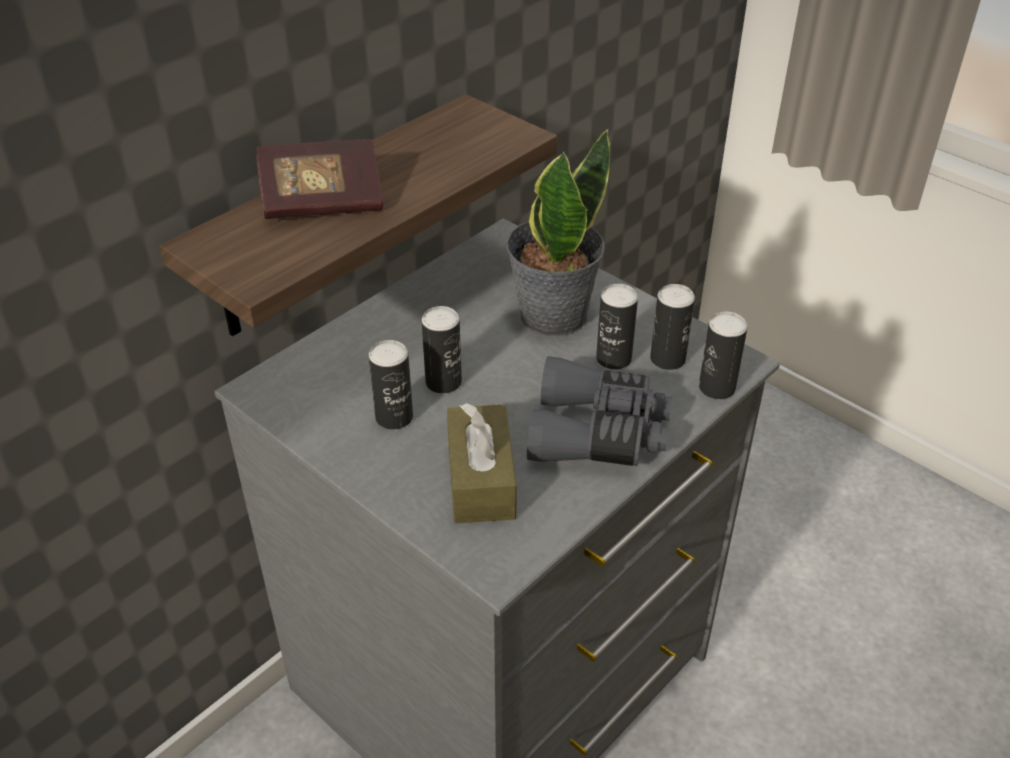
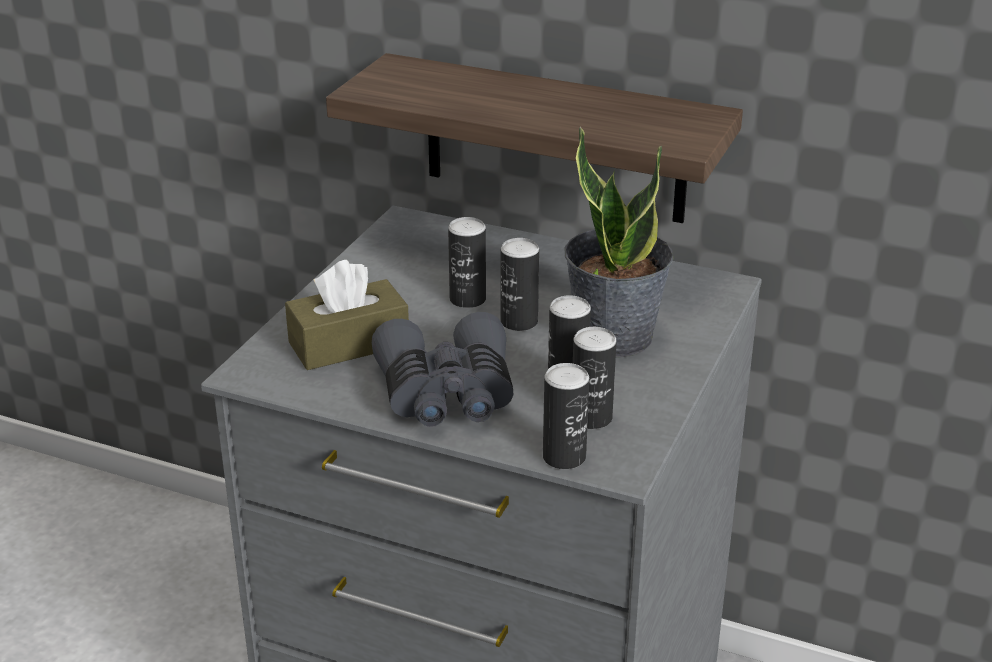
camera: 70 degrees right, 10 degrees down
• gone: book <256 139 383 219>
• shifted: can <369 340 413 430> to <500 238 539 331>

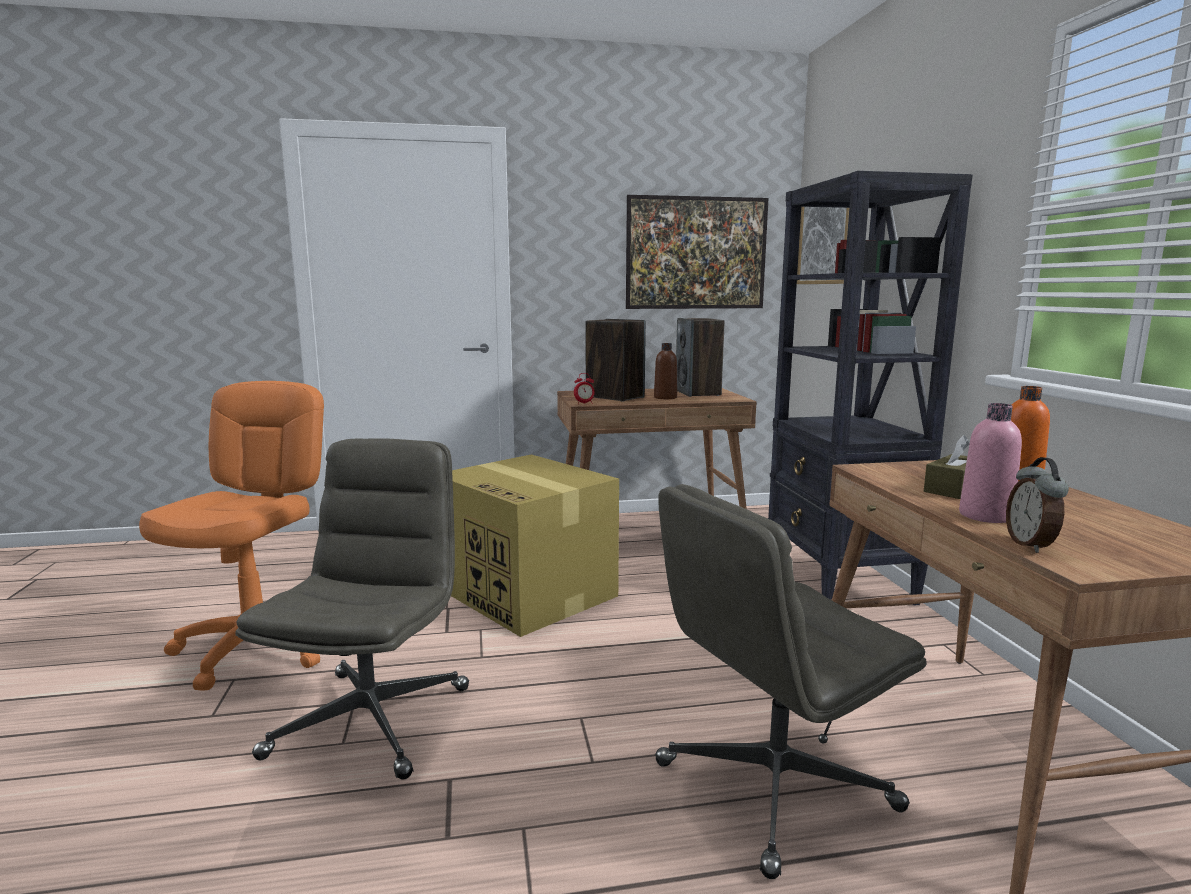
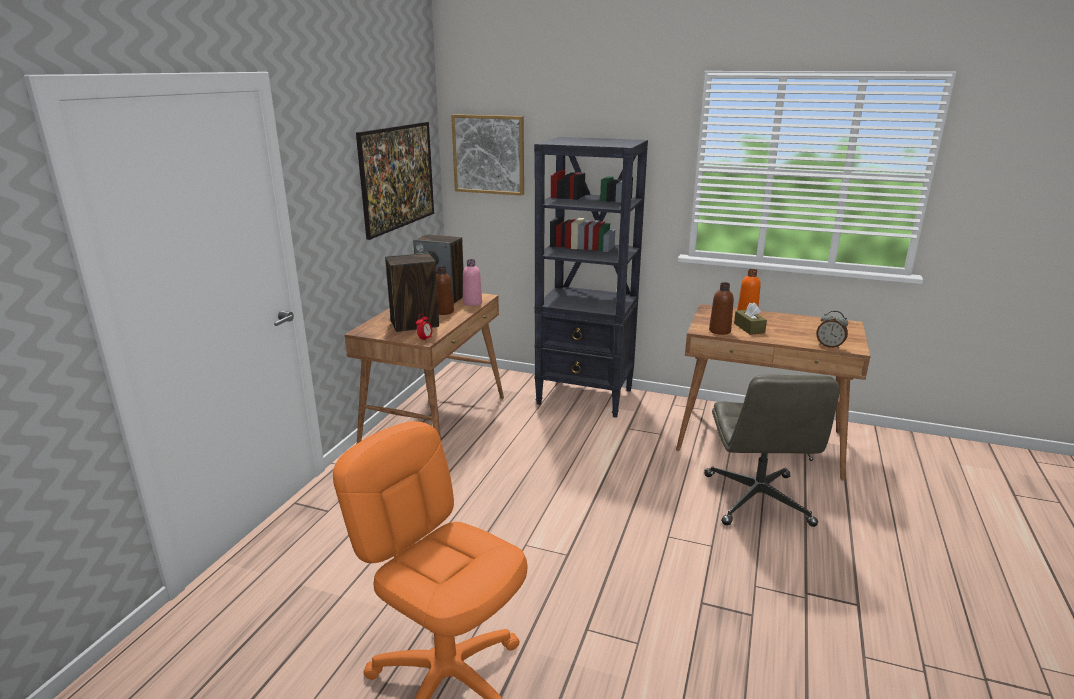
camera: 60 degrees left, 10 degrees up
• gone: grey office chair <235 438 469 780>
• gone: cardboard box <451 454 619 637>
• new: brown bottle <709 282 734 335>
• shifted: pink bottle <959 403 1022 523> to <463 259 482 306>

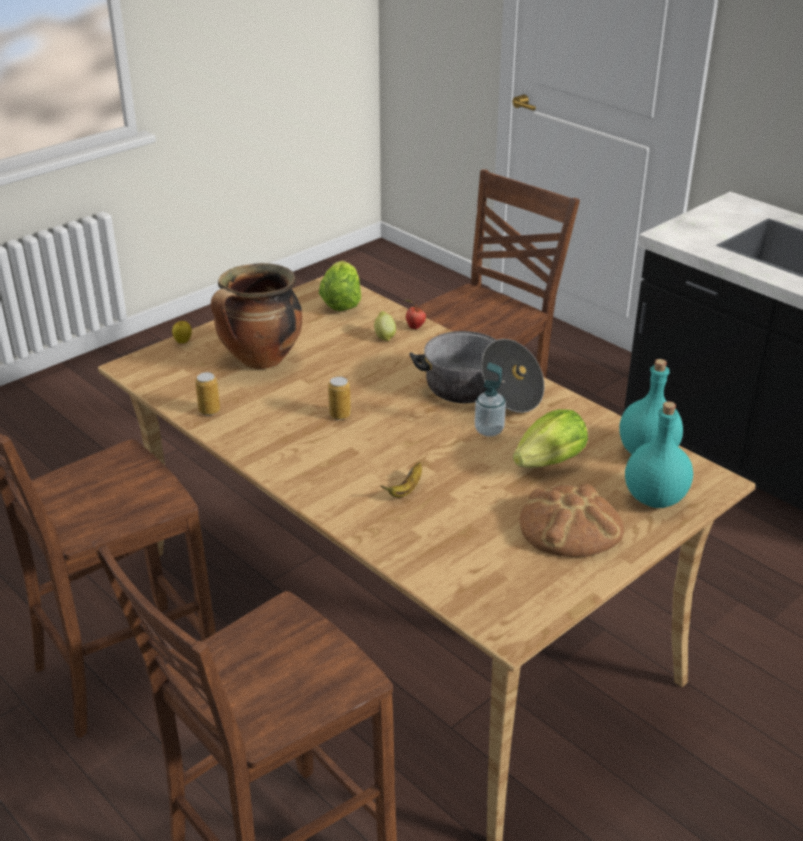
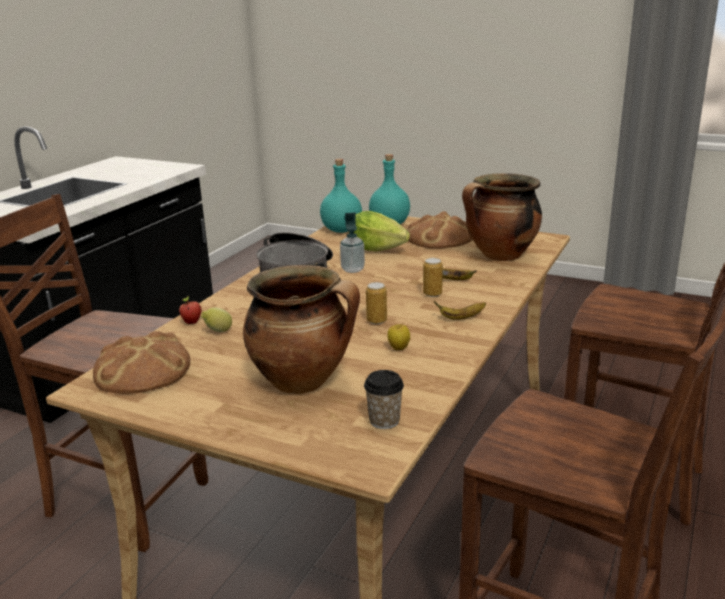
camera: 110 degrees left, 10 degrees down
• new: cup <364 370 404 429>
• new: banana <434 301 486 320>
• new: cooking pot <462 173 542 261>
• shifted: apple <172 321 192 343> to <387 323 410 350>
• shifted: can <195 372 220 415> to <423 258 443 297>
• swapped: lettuce <319 261 361 311> to bread <93 331 190 394>

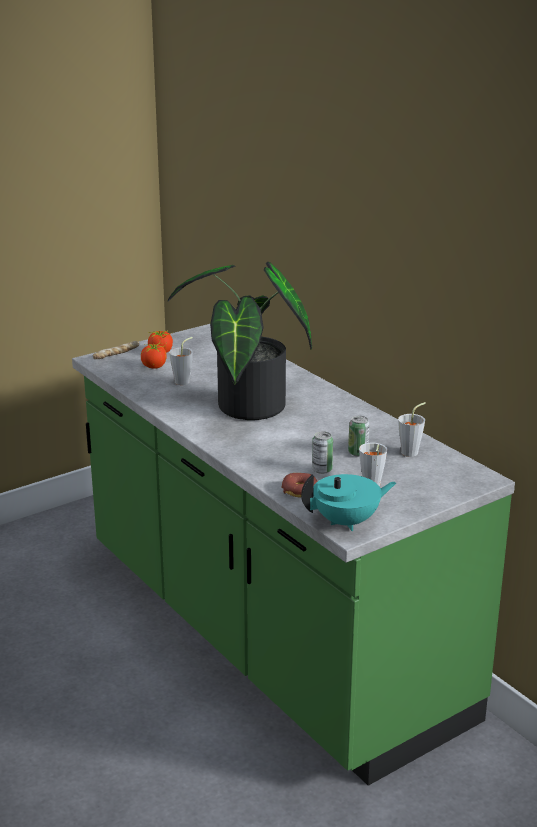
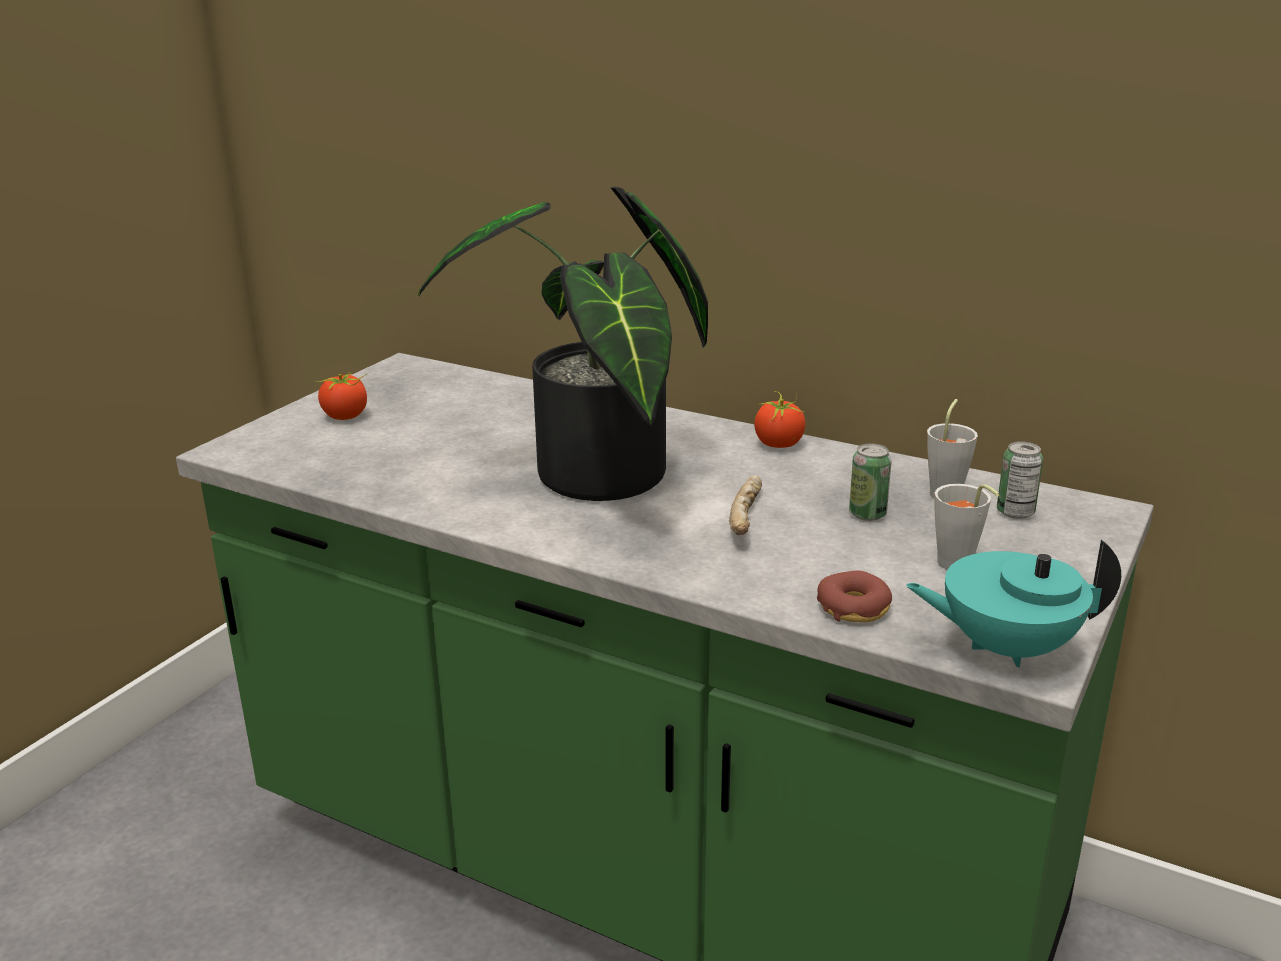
camera: 25 degrees left, 0 degrees up
• gone: grey cup <169 337 193 385>
• shifted: bread <93 341 139 359> to <729 475 762 535>
• shifted: tomato <141 342 167 369> to <754 391 806 448>
• shifted: can <312 431 333 474> to <997 441 1043 519>
• rotated: turquoise teapot <301 474 396 531> = <906 540 1121 667> 135 degrees counterclockwise

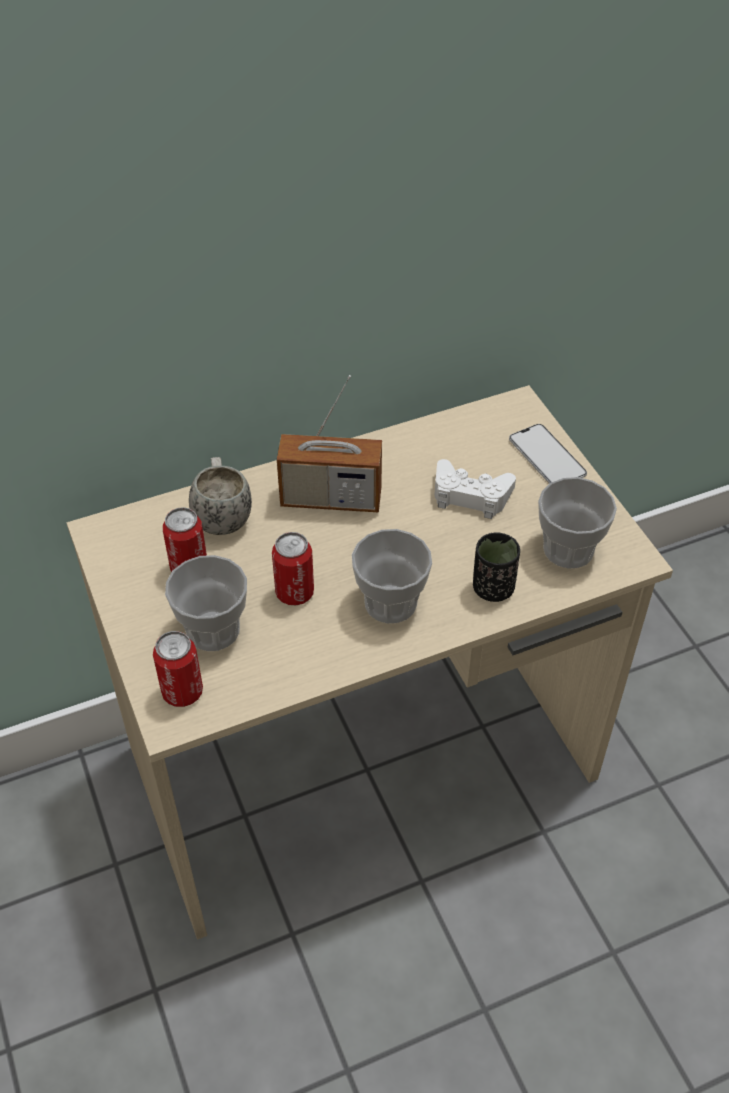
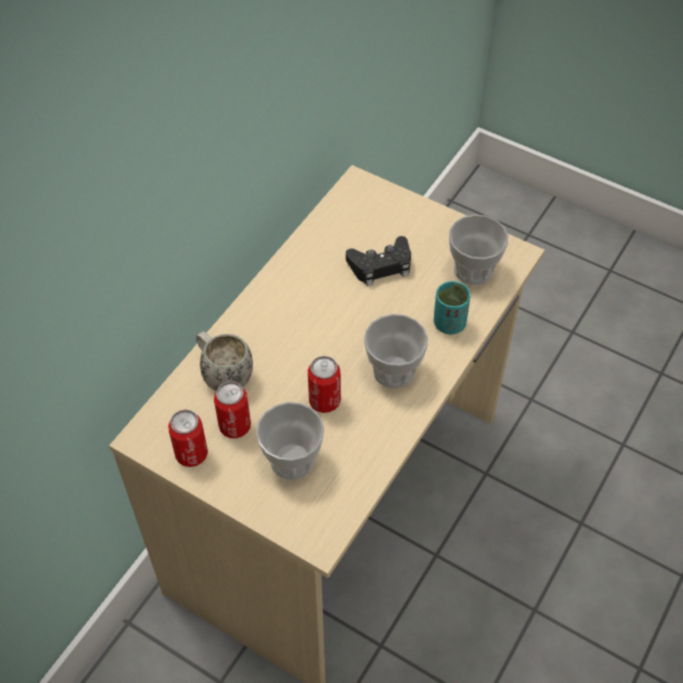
camera: 35 degrees left, 5 degrees up
• gone: radio <277 375 382 512>
• gone: phone <509 424 587 484>
• shifted: can <153 631 203 707> to <168 409 208 467>
• repainted: white game controller <434 459 516 519> to black game controller <346 236 411 286>
• repainted: black cup <473 532 520 602> to turquoise cup <434 281 471 334>

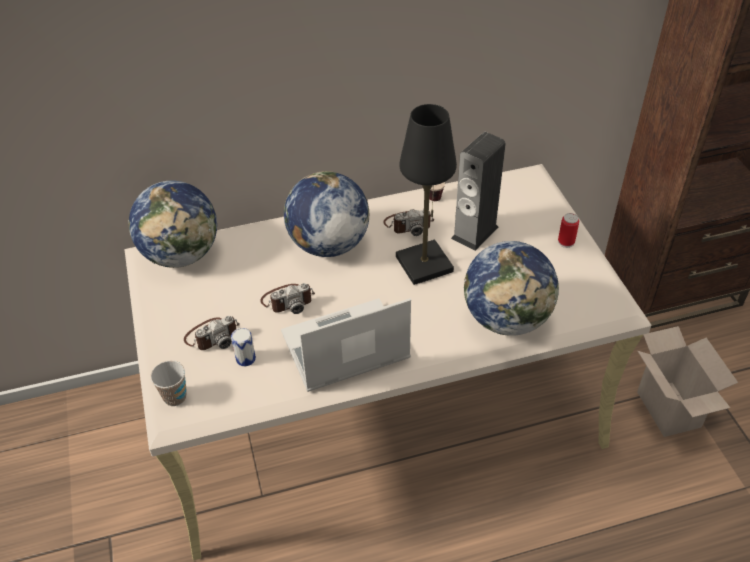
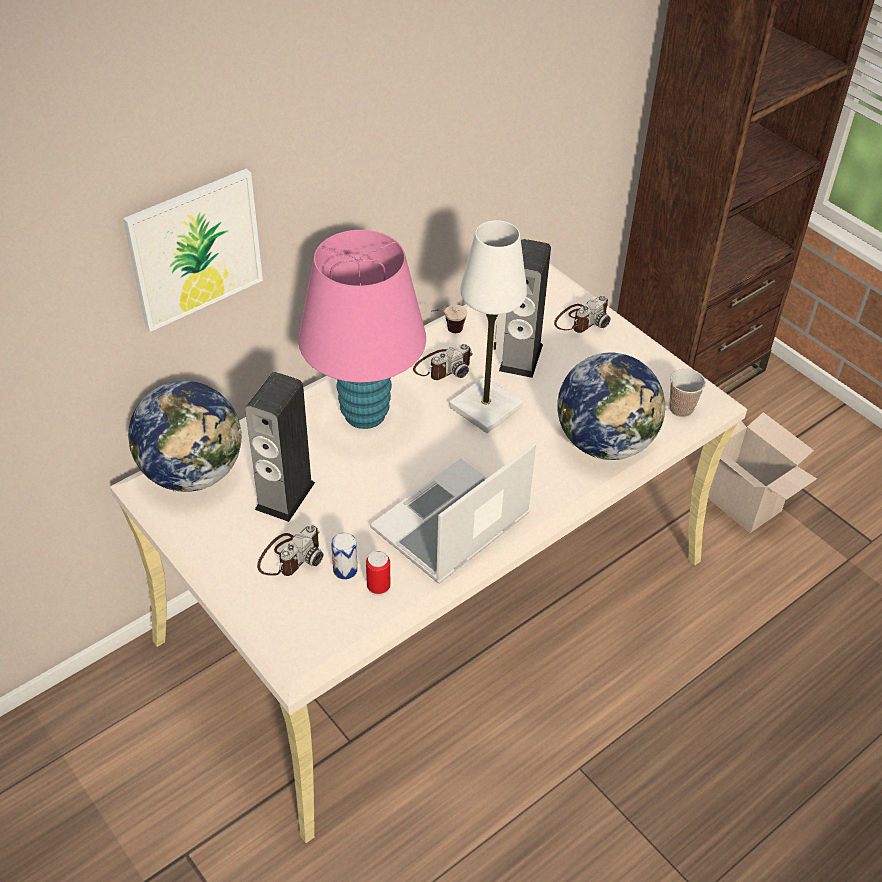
camera: 25 degrees left, 0 degrees up
• new: picture <123 169 263 332>
• new: speaker <245 372 315 522>
• shifted: cup <151 361 186 406> to <669 369 706 417>
• shifted: photo camera <260 283 315 314> to <554 295 610 333>
• shifted: can <558 213 579 248> to <366 551 390 596>
• swapped: globe <284 171 369 257> to pink table lamp <298 230 426 429>
• repainted: black table lamp <396 104 457 285> to white table lamp <449 220 527 433>

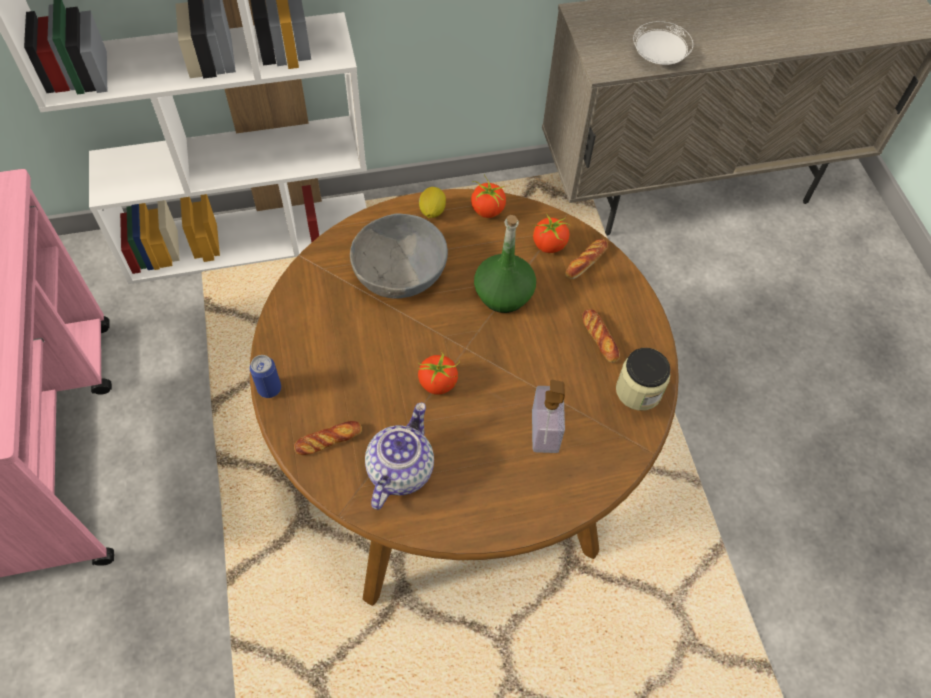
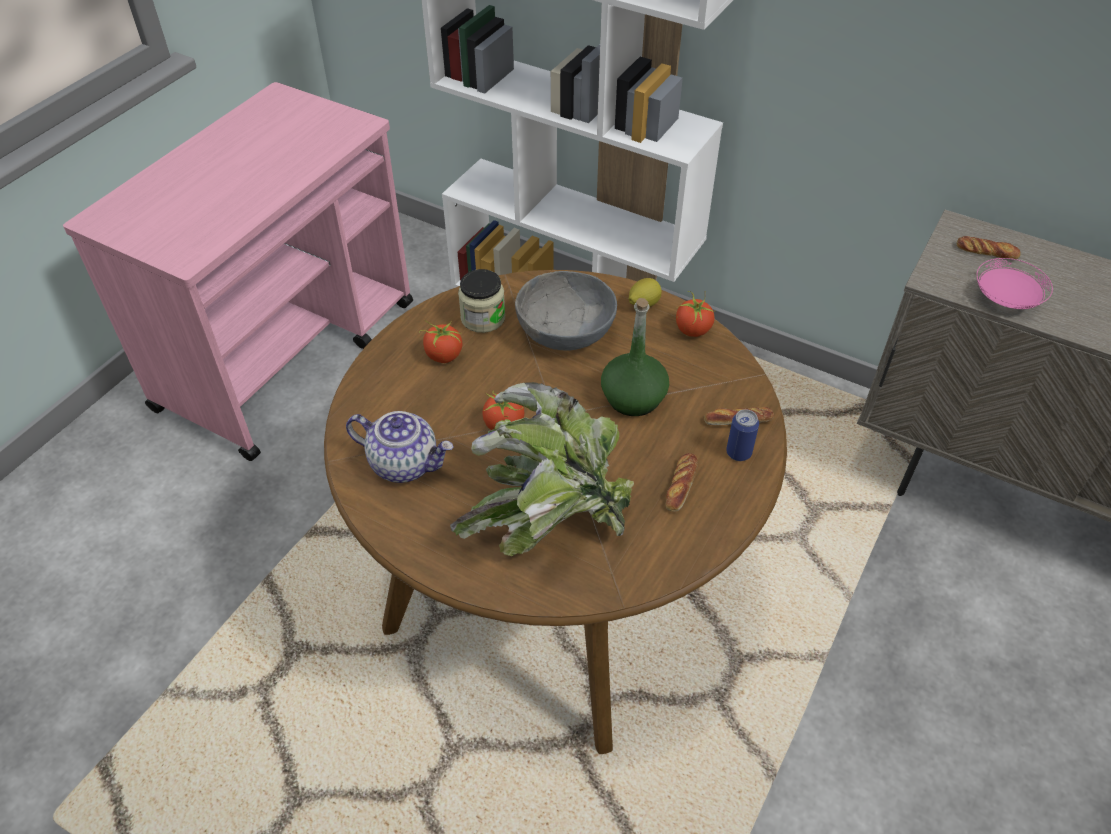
camera: 45 degrees right, 10 degrees down
• shifted: can <250 355 281 398> to <726 409 759 461>
• shifted: bread <294 421 362 455> to <956 236 1021 259>
• shifted: tomato <532 213 571 253> to <419 320 462 363>
• shifted: jar <616 348 671 411> to <458 269 505 333>
• swapped: soap dispenser <532 380 565 453> to potted plant <450 382 634 556>
• repainted: white plate <633 21 693 65> to pink plate <976 258 1053 309>
• rotated: teapot <365 402 434 510> = <346 411 454 483> 45 degrees clockwise

